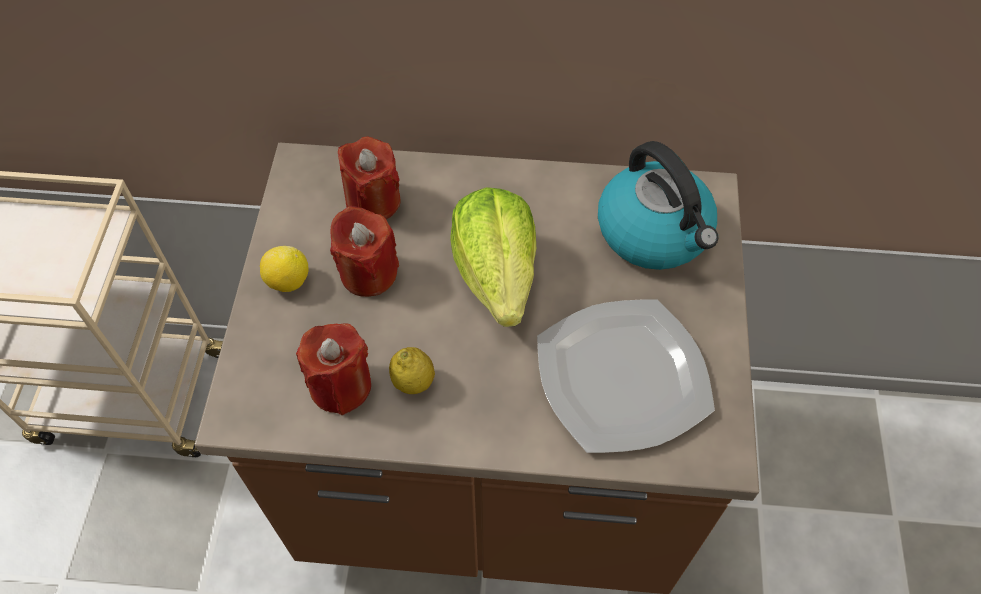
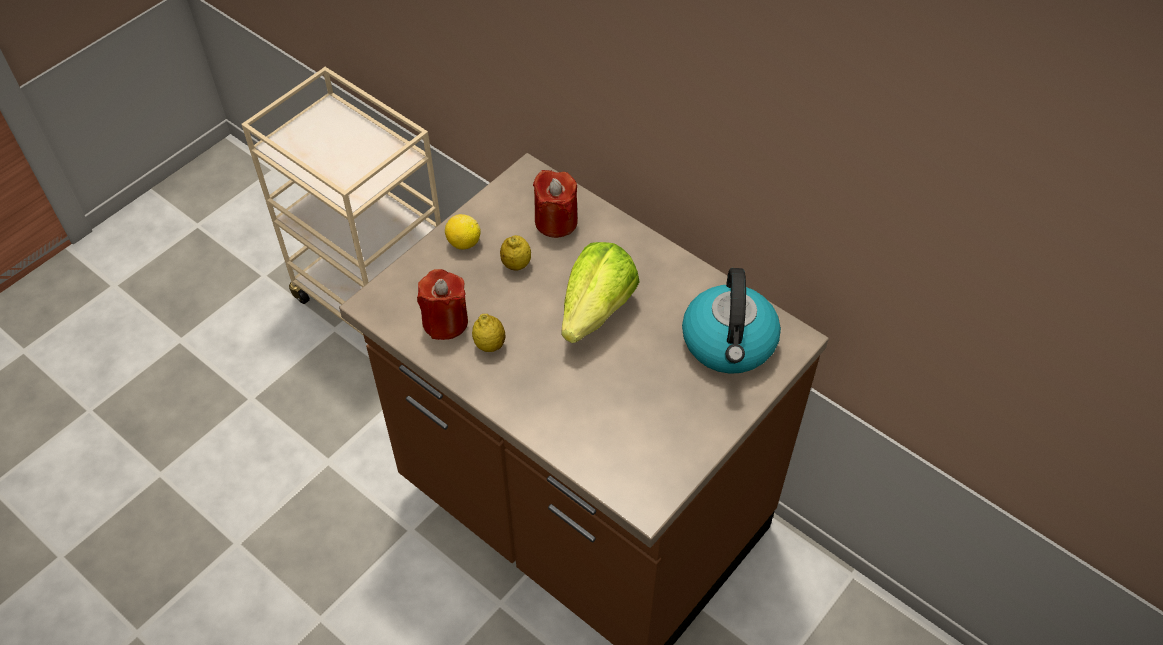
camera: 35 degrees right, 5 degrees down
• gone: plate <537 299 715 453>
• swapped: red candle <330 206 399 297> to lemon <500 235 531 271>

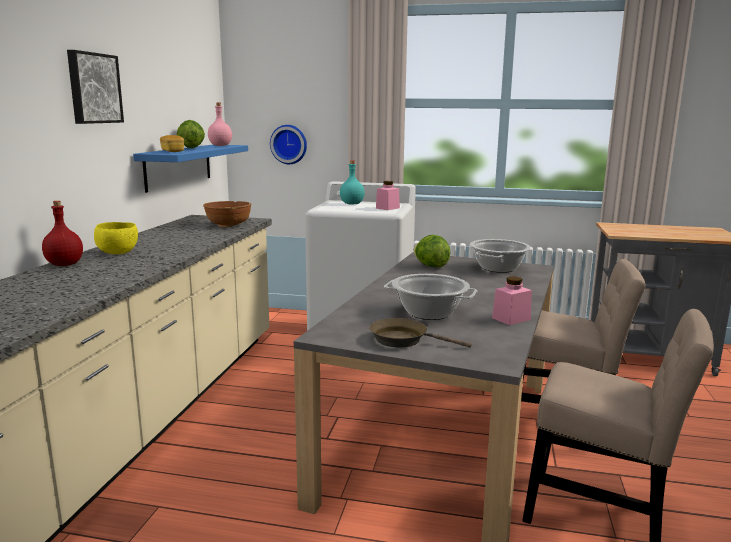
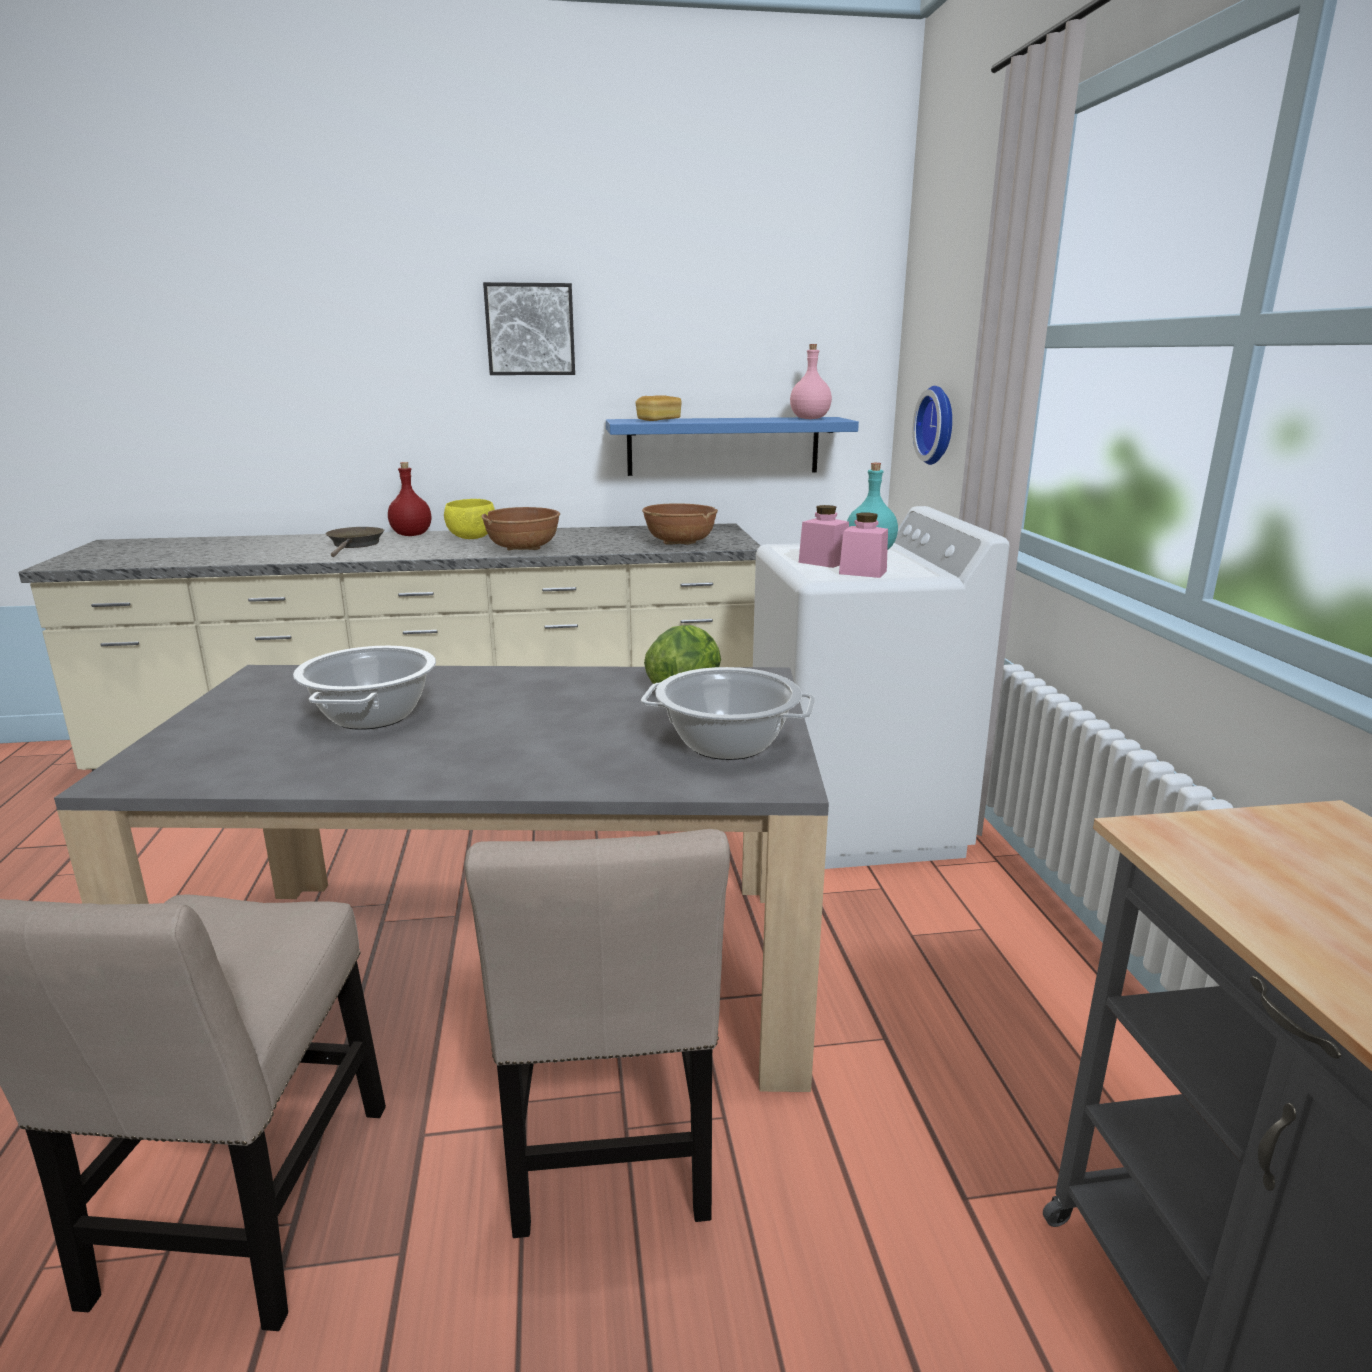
camera: 70 degrees right, 5 degrees up
• gone: lettuce <177 120 205 148>
• new: brown bowl <482 507 560 550>
• shifted: brown frying pan <369 318 472 348> to <326 527 385 557>
• shifted: pink jar <492 277 532 325> to <799 505 849 568>

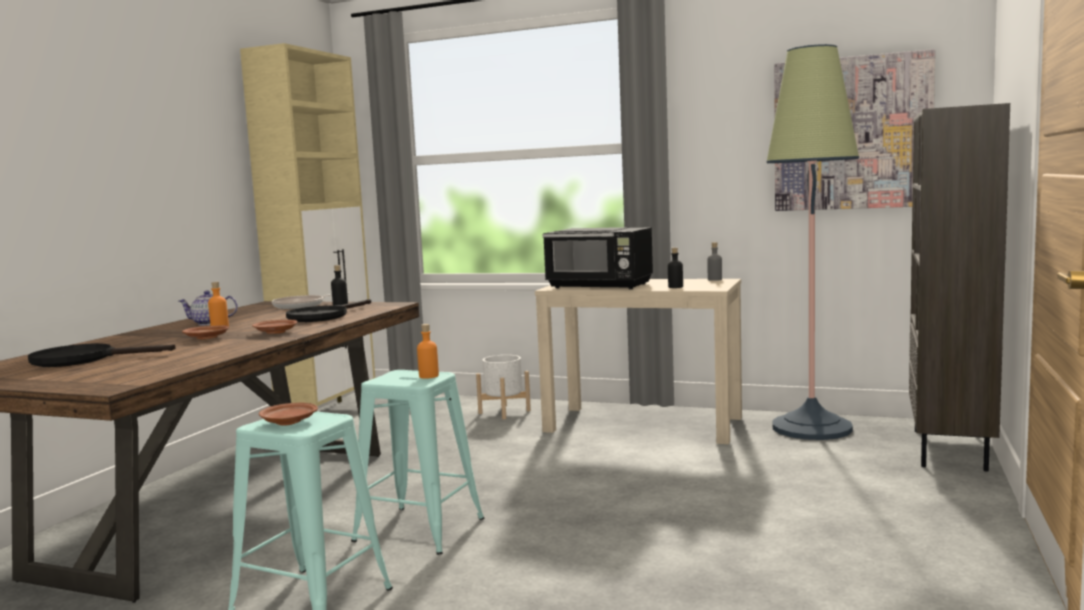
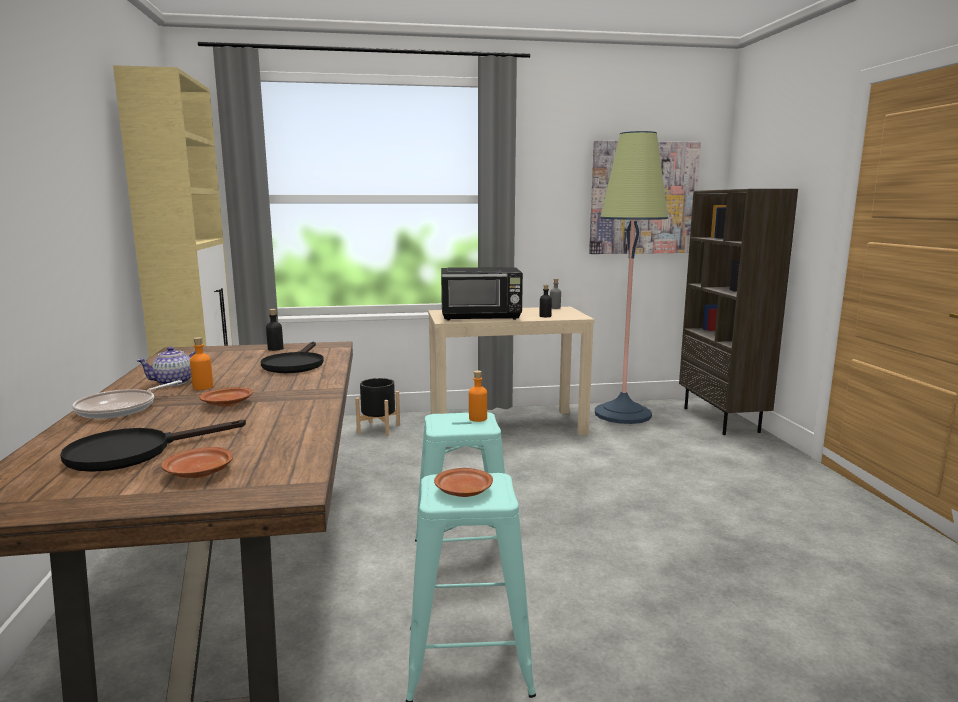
camera: 30 degrees left, 5 degrees up
• shifted: brown plate <252 320 297 334> to <161 447 233 478>
• shifted: frying pan <272 292 349 309> to <72 380 182 419>
• repainted: white planter <476 355 531 419> to black planter <355 378 400 436>

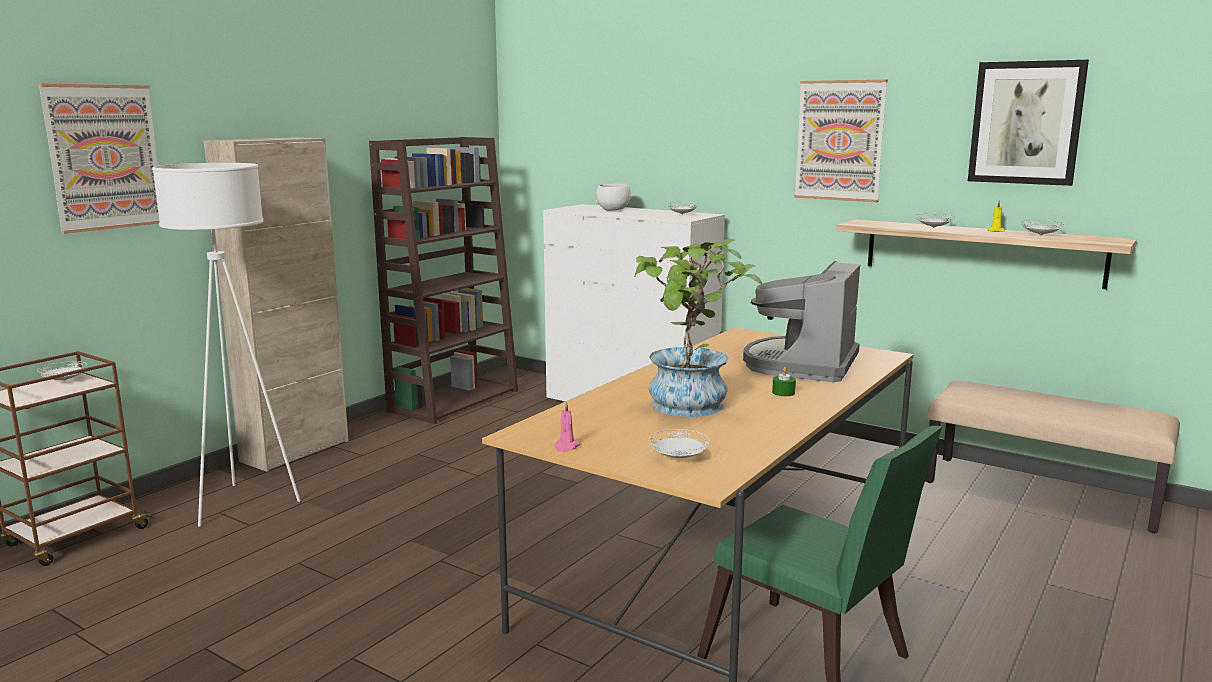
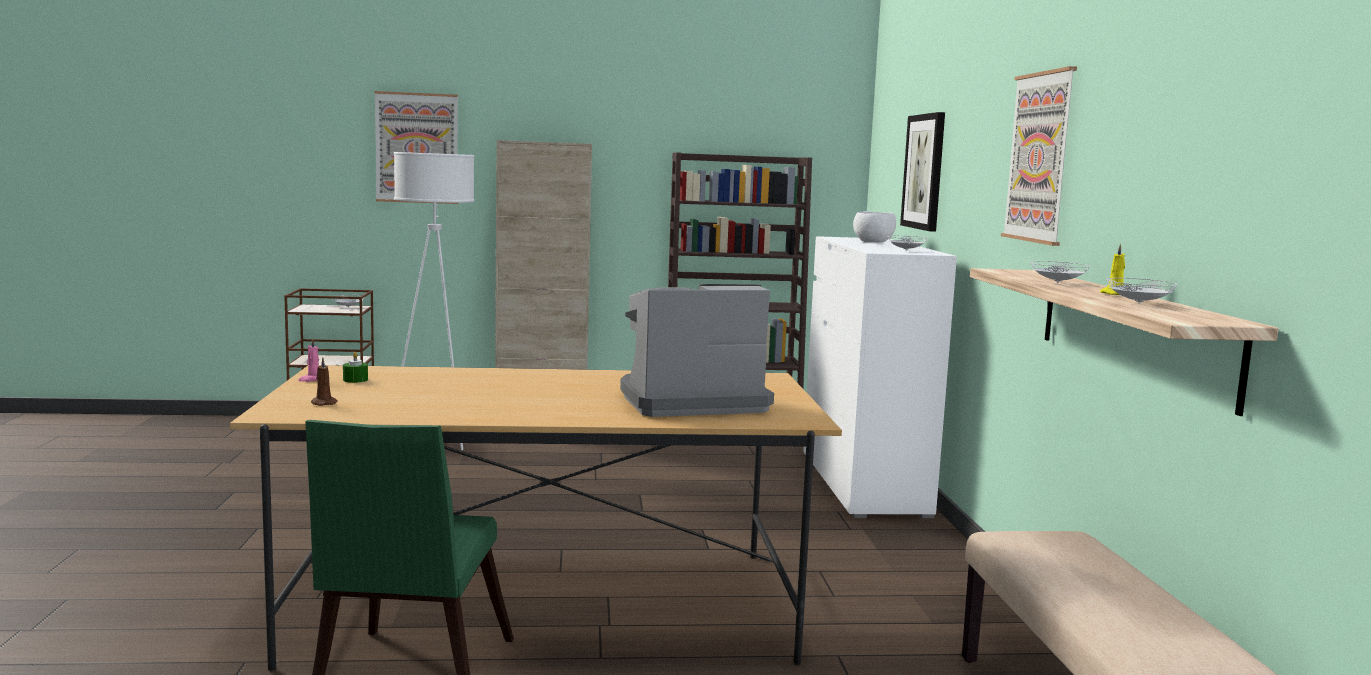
camera: 50 degrees right, 5 degrees down
• gone: potted plant <634 239 762 417>
• shifted: green candle <772 367 796 396> to <343 352 368 383>
• shifted: picture <968 60 1089 186> to <900 112 945 232>
• swapped: white plate <649 429 710 458> to brown candle <311 357 338 406>

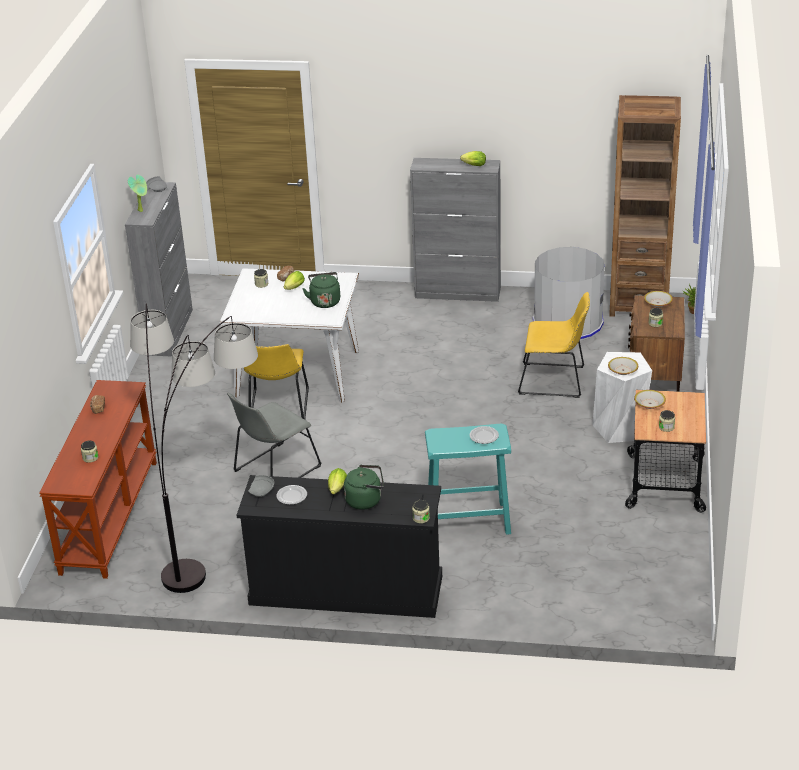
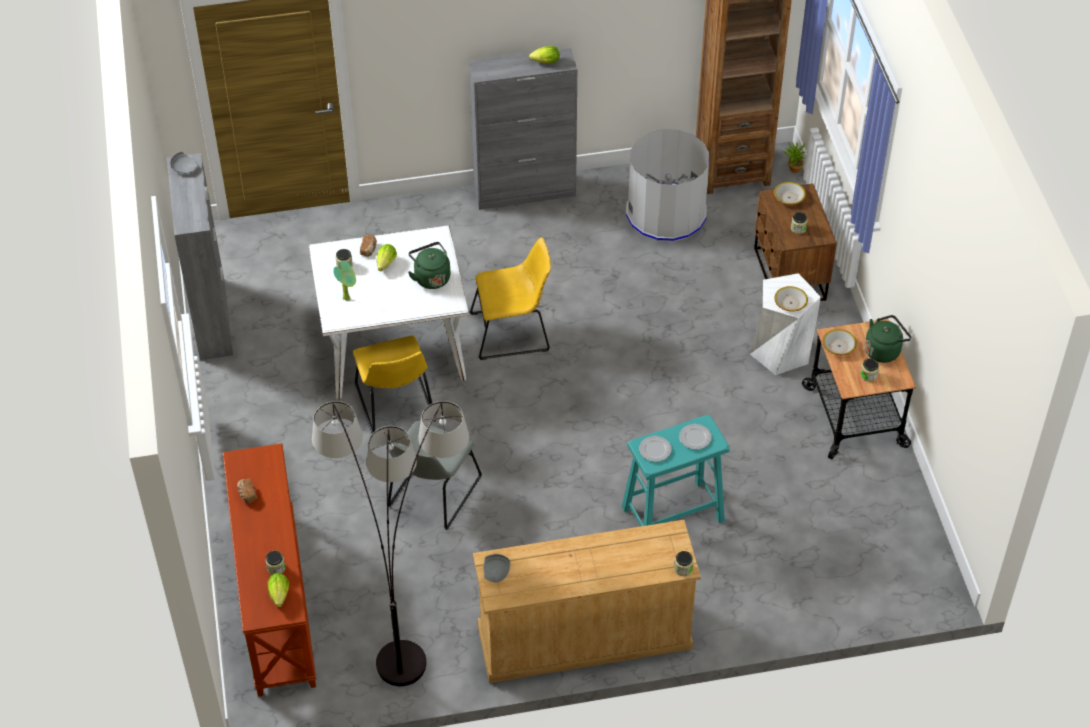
camera: 20 degrees left, 15 degrees up
• shifted: potted plant <128 174 147 212> to <333 261 356 301>
• shifted: plate <276 485 307 505> to <639 436 672 462>
• shifted: lettuce <328 468 347 494> to <268 573 289 607>
• shifted: green kettle <344 465 384 510> to <865 315 911 363>
• shifted: yellow chair <518 292 590 398> to <470 237 551 360>
• repainted: black dresser <237 475 442 618> to beige dresser <473 520 701 683>

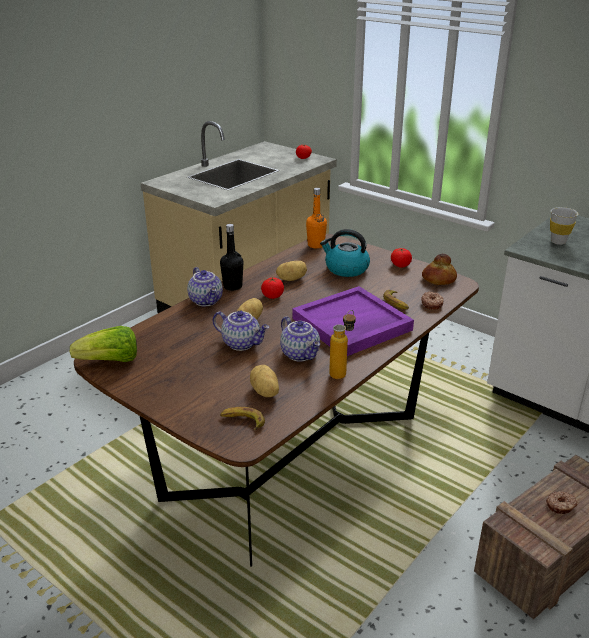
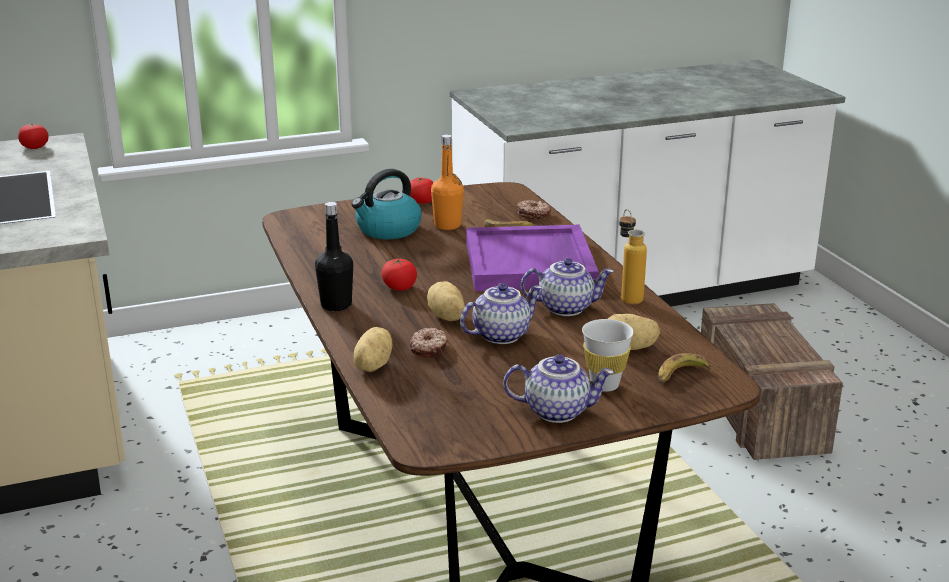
camera: 60 degrees left, 5 degrees down
• gone: lettuce <70 326 137 362>
• gone: bread <422 254 457 285>
• shifted: teapot <187 267 223 306> to <503 354 614 423>
• shifted: potato <276 261 307 281> to <353 327 393 372>
• shifted: orange bottle <306 188 327 248> to <431 134 464 230>
• shifted: donut <546 491 577 514> to <410 328 448 358>
• shifted: white cup <550 207 578 245> to <582 319 634 392>

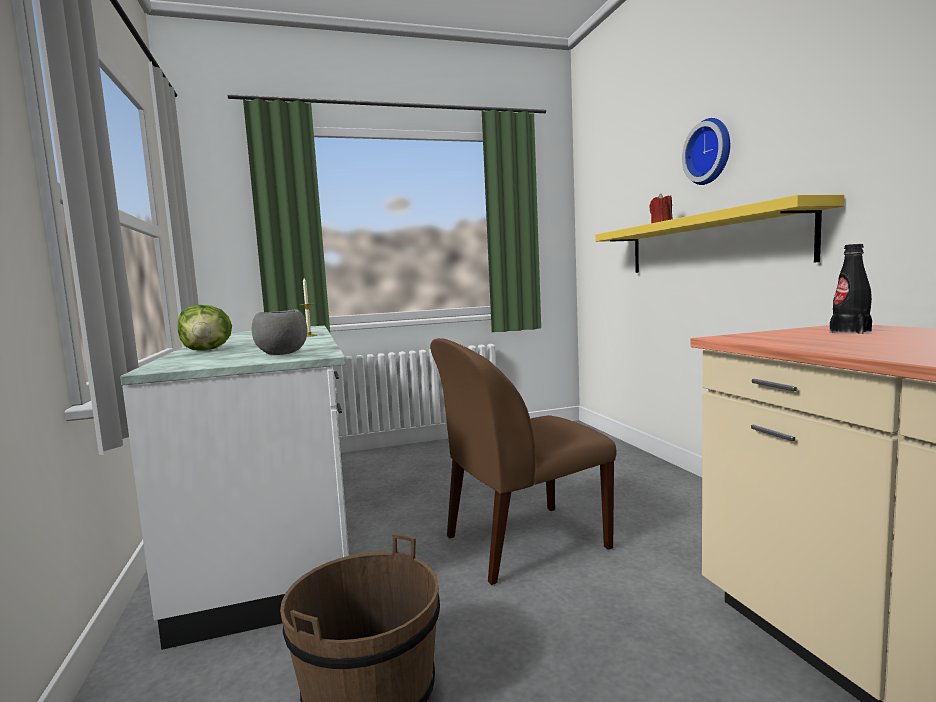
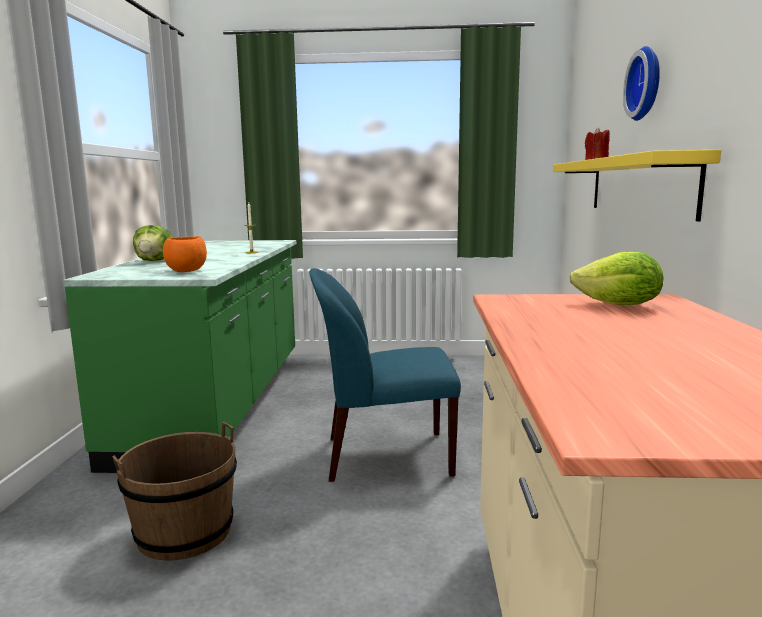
camera: 20 degrees right, 5 degrees up
• swapped: black bottle <830 244 872 334> to lettuce <570 251 664 305>
• repainted: white counter <120 325 349 650> to green counter <63 240 297 473>
• repainted: grey bowl <252 309 307 355> to orange bowl <163 236 207 272>
• repainted: brown chair <430 338 617 585> to blue chair <309 268 461 482>

